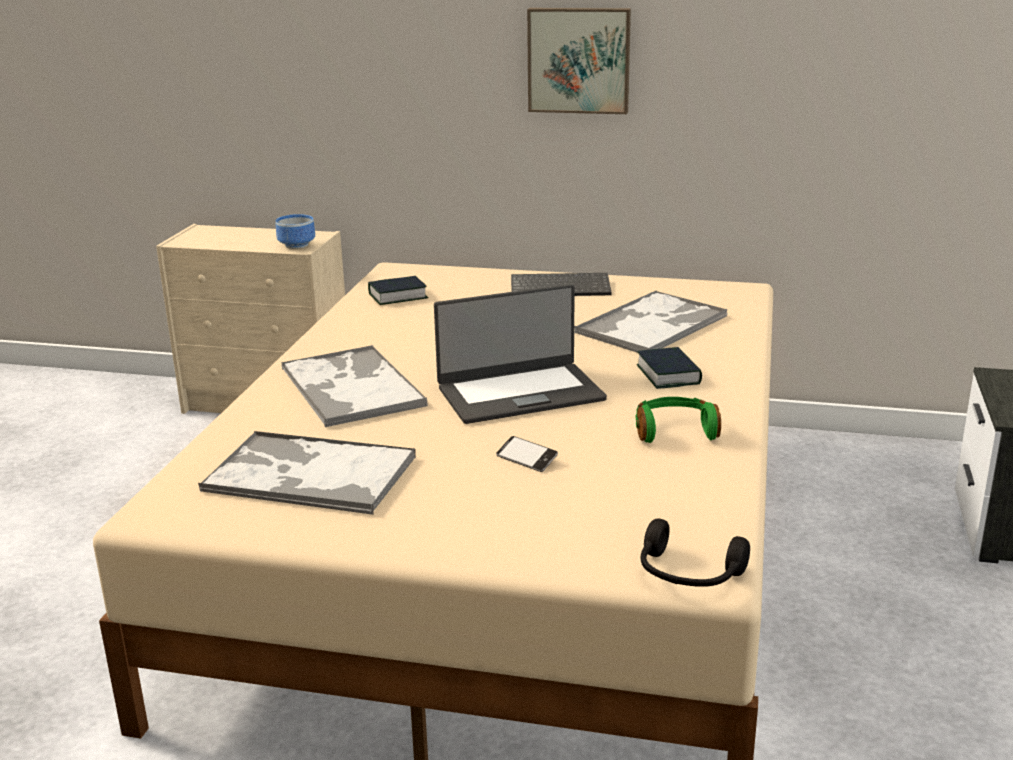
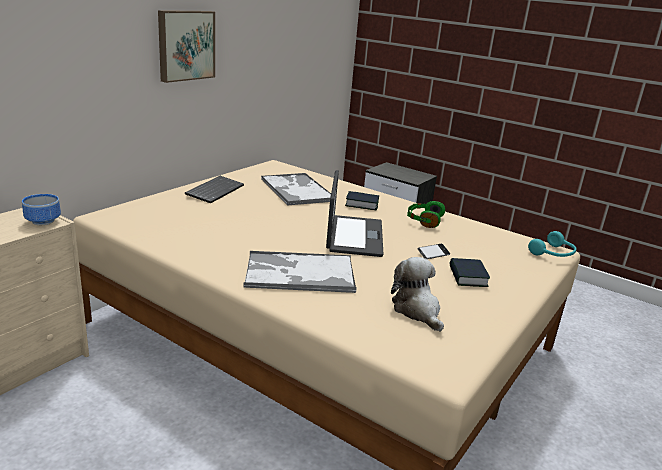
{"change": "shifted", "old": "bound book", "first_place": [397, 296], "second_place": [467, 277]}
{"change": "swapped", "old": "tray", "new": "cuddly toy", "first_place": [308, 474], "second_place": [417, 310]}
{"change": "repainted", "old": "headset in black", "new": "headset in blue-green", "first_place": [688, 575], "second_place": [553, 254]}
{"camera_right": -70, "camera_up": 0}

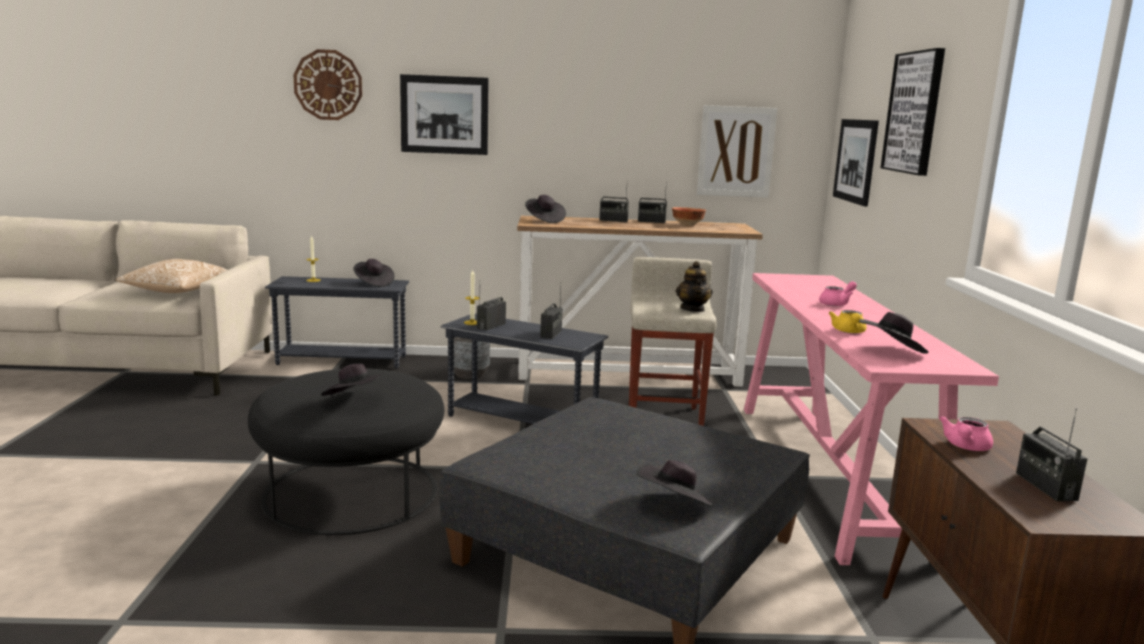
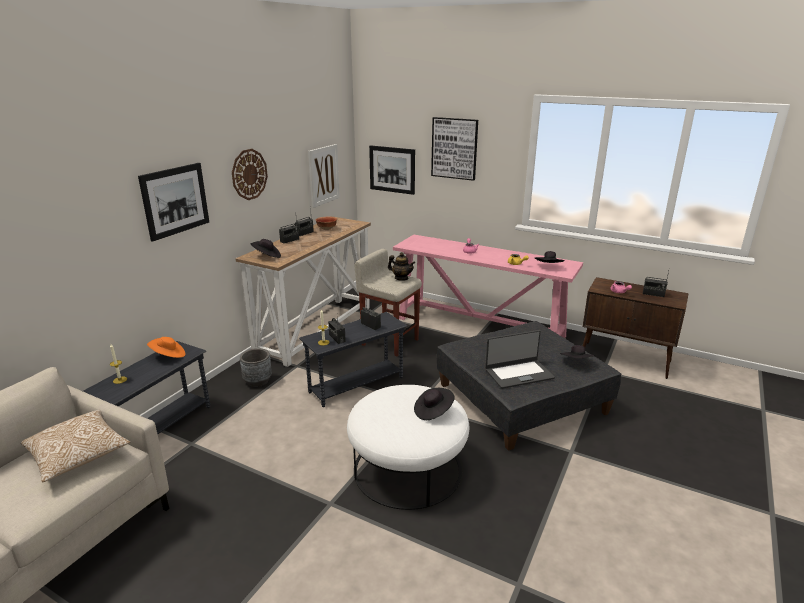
{"change": "shifted", "old": "hanging clock", "first_place": [328, 85], "second_place": [249, 174]}
{"change": "repainted", "old": "clothing hat in black", "new": "clothing hat in orange", "first_place": [373, 283], "second_place": [168, 356]}
{"change": "repainted", "old": "ottoman in black", "new": "ottoman in white", "first_place": [350, 492], "second_place": [407, 469]}
{"change": "new", "new": "notebook computer", "second_place": [518, 373]}
{"camera_right": -60, "camera_up": 10}

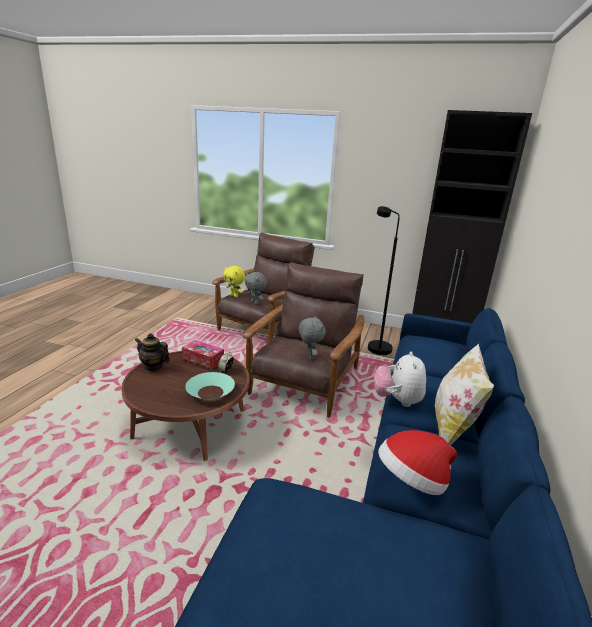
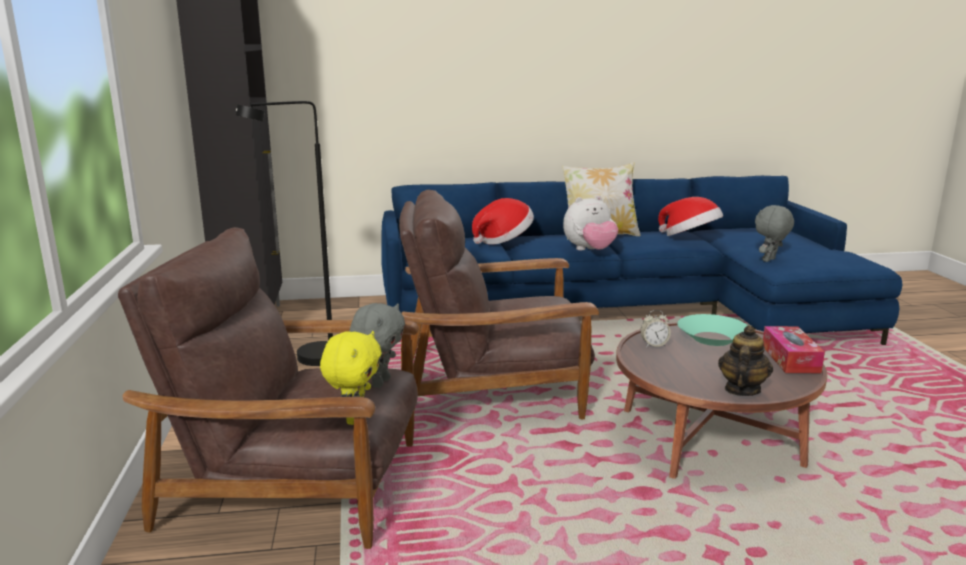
{"change": "shifted", "old": "cuddly toy in gray", "first_place": [309, 356], "second_place": [769, 260]}
{"change": "rotated", "old": "tea pot", "first_place": [153, 366], "second_place": [741, 389], "degrees": -150}
{"change": "shifted", "old": "tissue holder", "first_place": [203, 359], "second_place": [790, 359]}
{"change": "new", "new": "clothing hat", "second_place": [503, 240]}
{"camera_right": -115, "camera_up": -5}

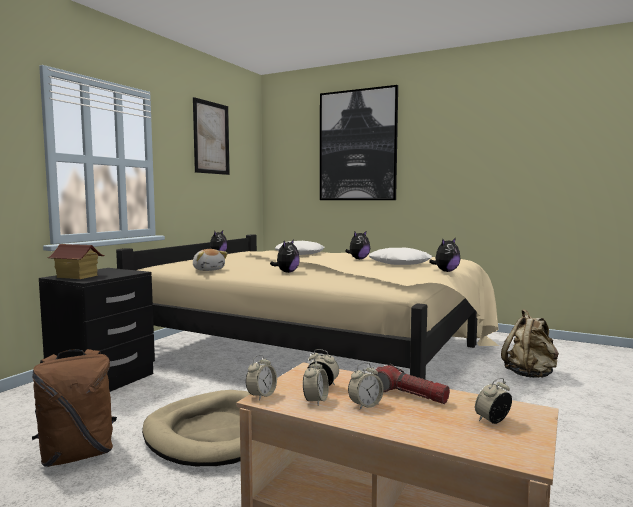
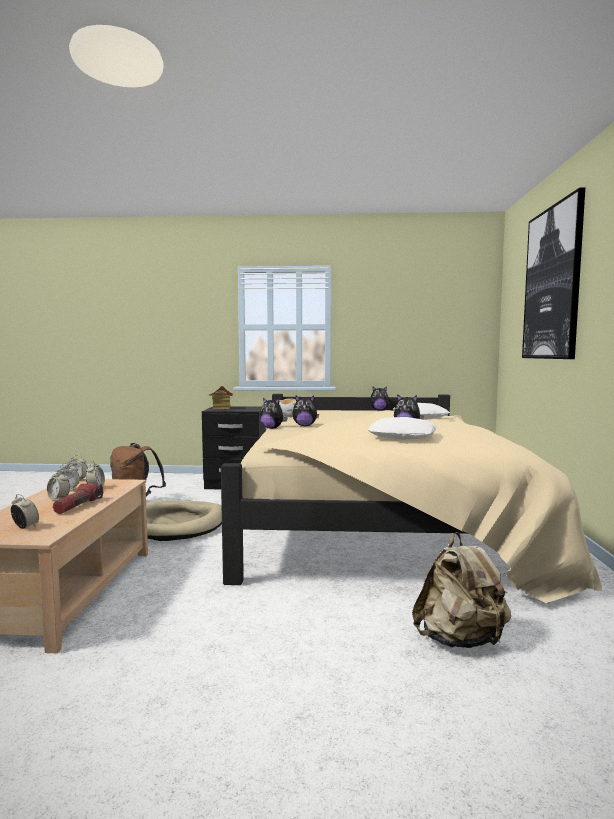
{"change": "gone", "old": "wall art", "first_place": [211, 138]}
{"change": "shifted", "old": "cuddly toy", "first_place": [446, 271], "second_place": [272, 428]}
{"camera_right": 65, "camera_up": 0}

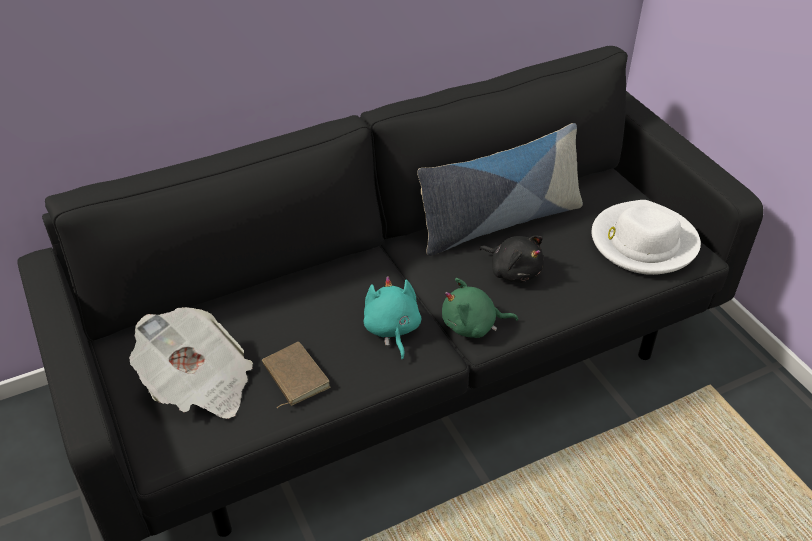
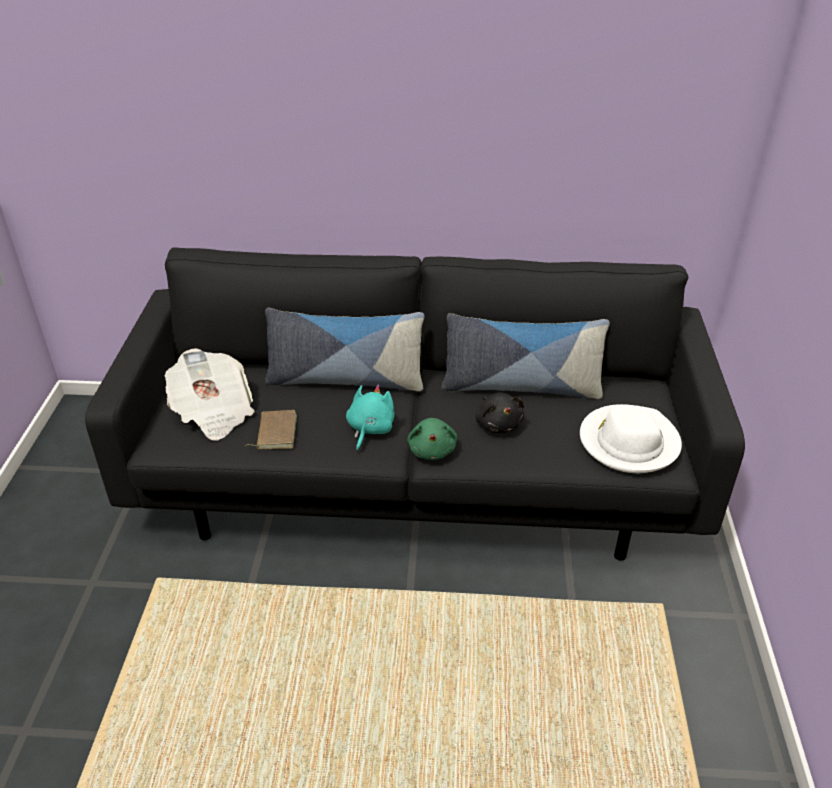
{"change": "rotated", "old": "cuddly toy in green-coloured", "first_place": [473, 325], "second_place": [432, 449], "degrees": -120}
{"change": "new", "new": "cushion", "second_place": [345, 379]}
{"camera_right": 30, "camera_up": -5}

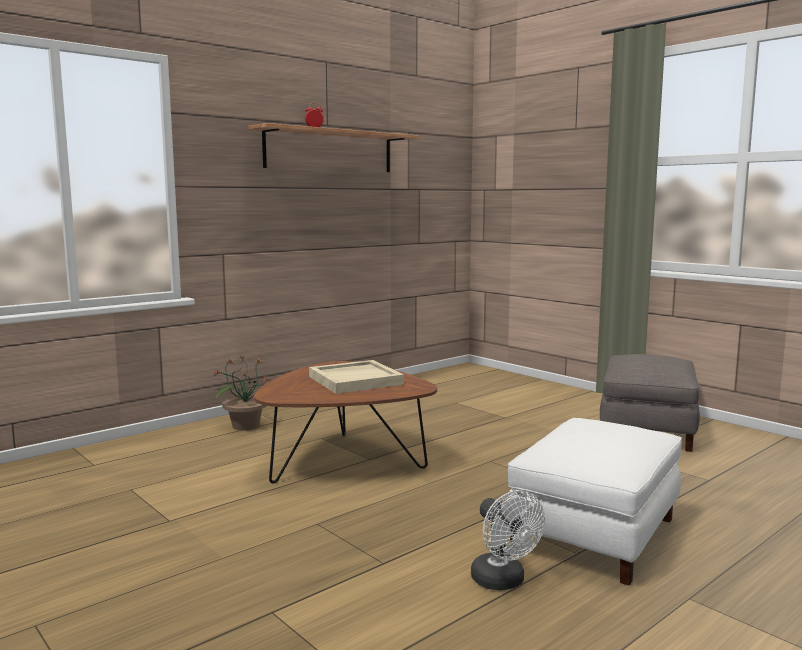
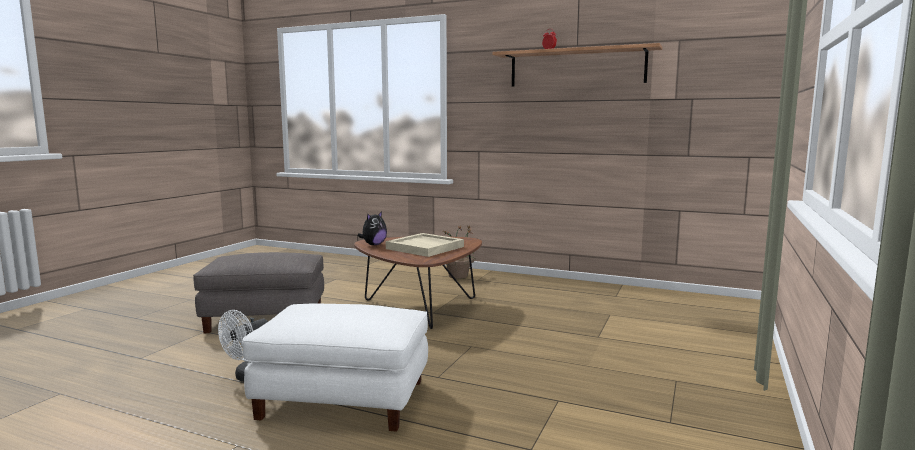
{"change": "shifted", "old": "ottoman in gray", "first_place": [646, 429], "second_place": [266, 318]}
{"change": "new", "new": "cuddly toy", "second_place": [373, 245]}
{"camera_right": 65, "camera_up": 0}

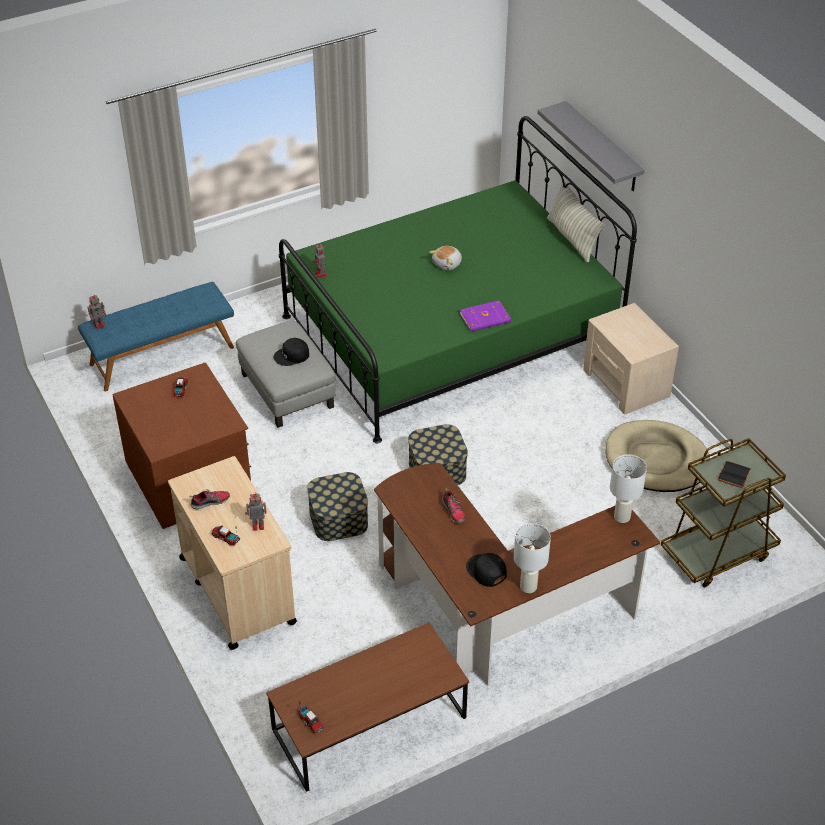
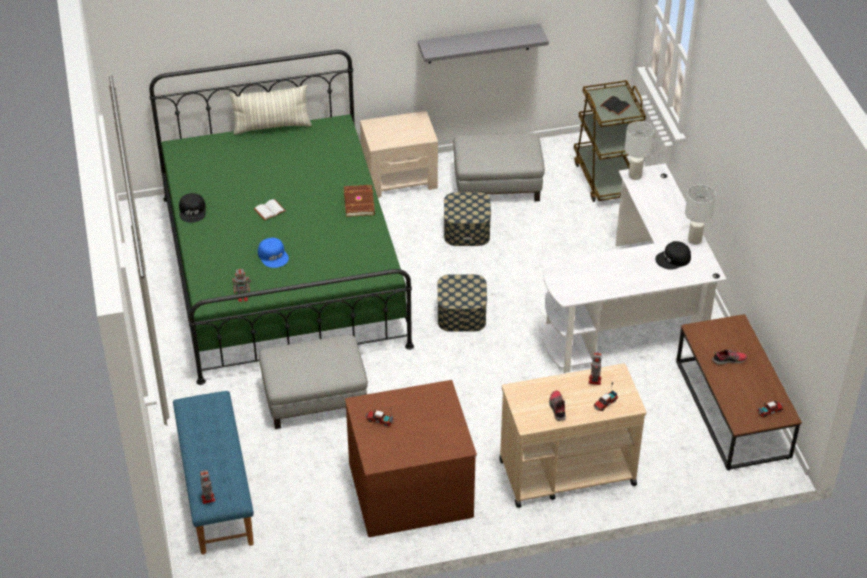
{"change": "shifted", "old": "shelf in gray", "first_place": [602, 148], "second_place": [479, 44]}
{"change": "swapped", "old": "cuddly toy", "new": "bound book in white", "first_place": [447, 264], "second_place": [269, 210]}
{"change": "repainted", "old": "bound book in purple-coloured", "new": "bound book in brownish", "first_place": [485, 318], "second_place": [360, 202]}
{"change": "shifted", "old": "cap in black", "first_place": [292, 356], "second_place": [193, 211]}
{"change": "swapped", "old": "pet bed in beige-coloured", "new": "ottoman in gray", "first_place": [656, 460], "second_place": [497, 184]}
{"change": "repainted", "old": "desk unit in brownish", "new": "desk unit in white", "first_place": [494, 612], "second_place": [634, 313]}
{"change": "shifted", "old": "storage container", "first_place": [338, 518], "second_place": [466, 230]}
{"change": "shifted", "old": "low shoe", "first_place": [453, 511], "second_place": [729, 360]}
{"change": "new", "new": "cap in blue-coloured", "second_place": [273, 255]}
{"camera_right": -75, "camera_up": 0}

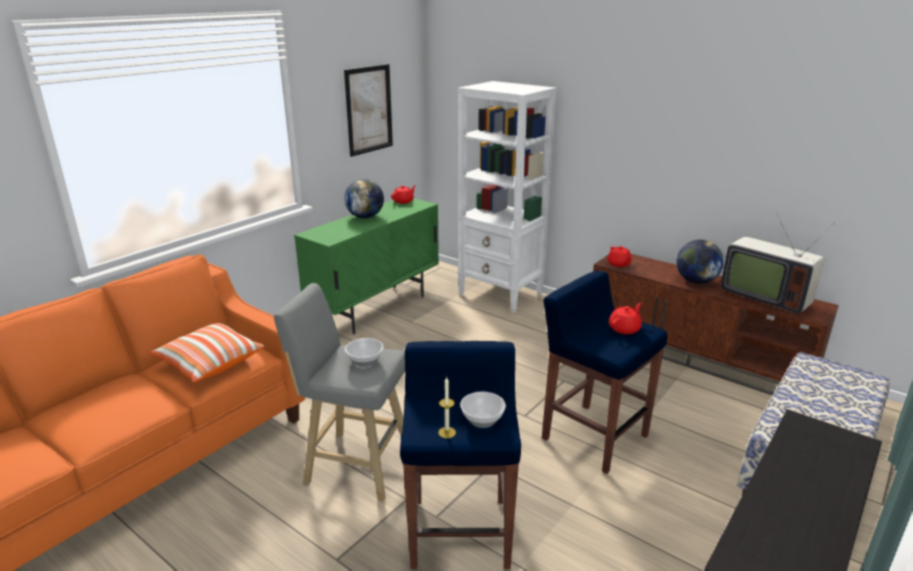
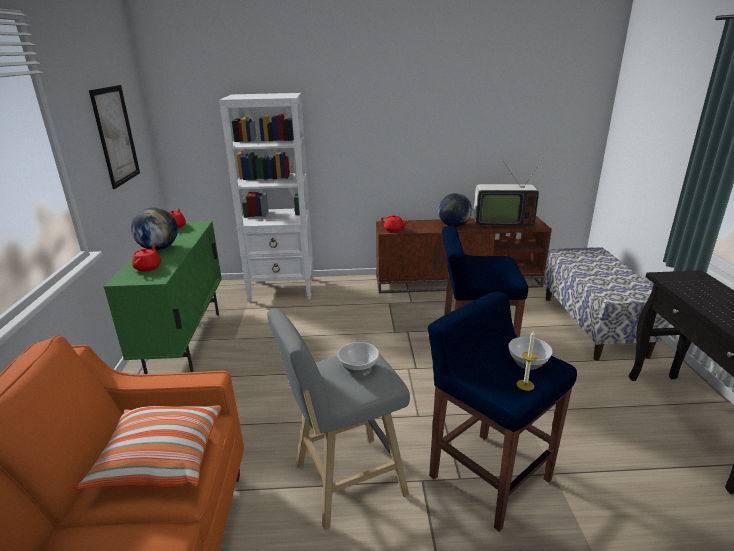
{"change": "shifted", "old": "tea pot in red-coloured", "first_place": [625, 328], "second_place": [148, 267]}
{"camera_right": -40, "camera_up": 0}

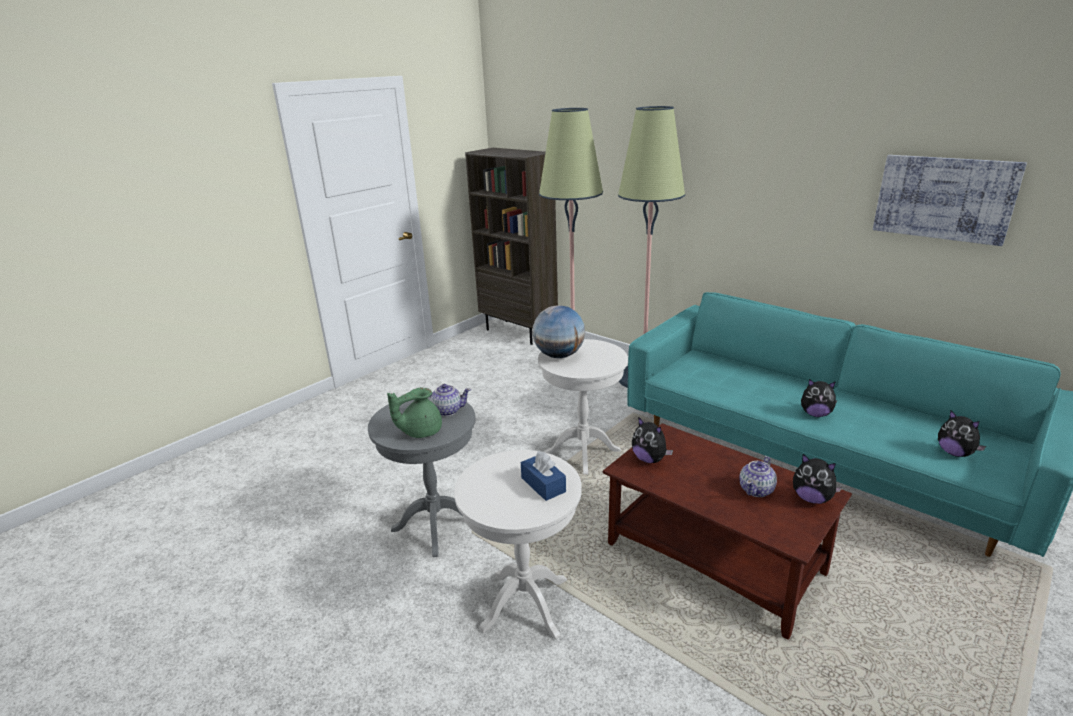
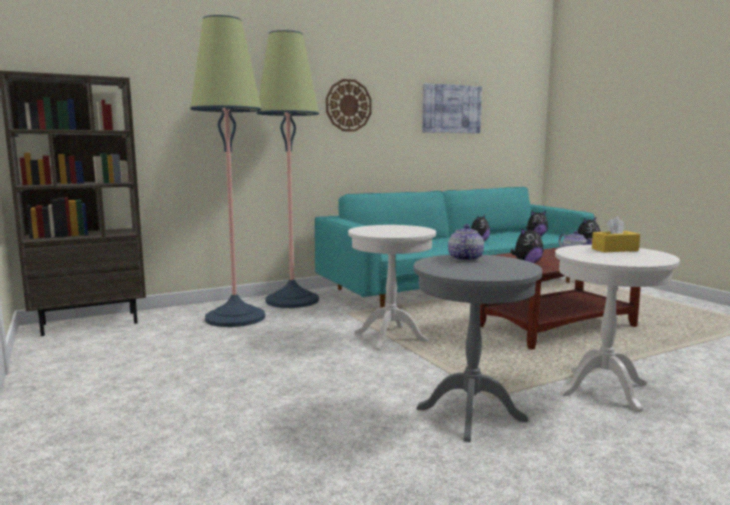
{"change": "gone", "old": "globe", "first_place": [559, 355]}
{"change": "gone", "old": "tea pot in green-coloured", "first_place": [420, 431]}
{"change": "repainted", "old": "tissue holder in blue-coloured", "new": "tissue holder in yellow", "first_place": [543, 485], "second_place": [614, 249]}
{"change": "new", "new": "hanging clock", "second_place": [348, 105]}
{"camera_right": -70, "camera_up": -15}

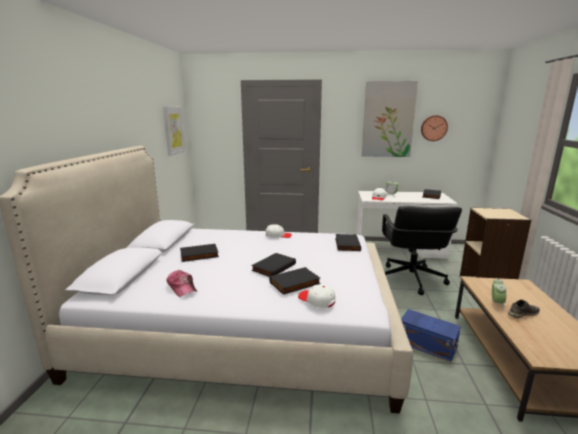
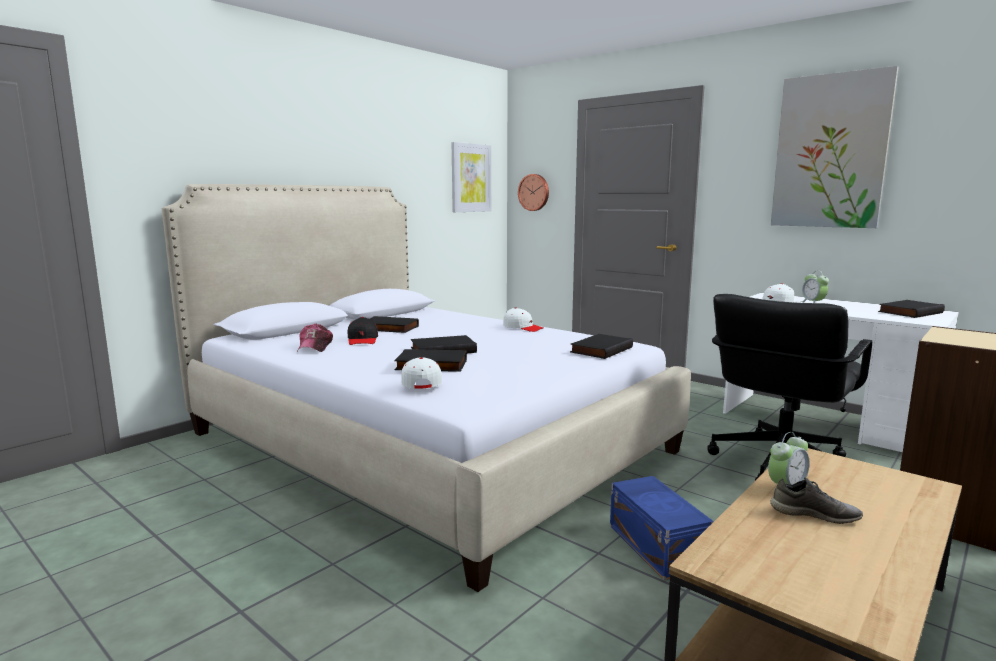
{"change": "shifted", "old": "hanging clock", "first_place": [433, 128], "second_place": [534, 192]}
{"change": "new", "new": "cap in black", "second_place": [363, 340]}
{"camera_right": 35, "camera_up": -5}

